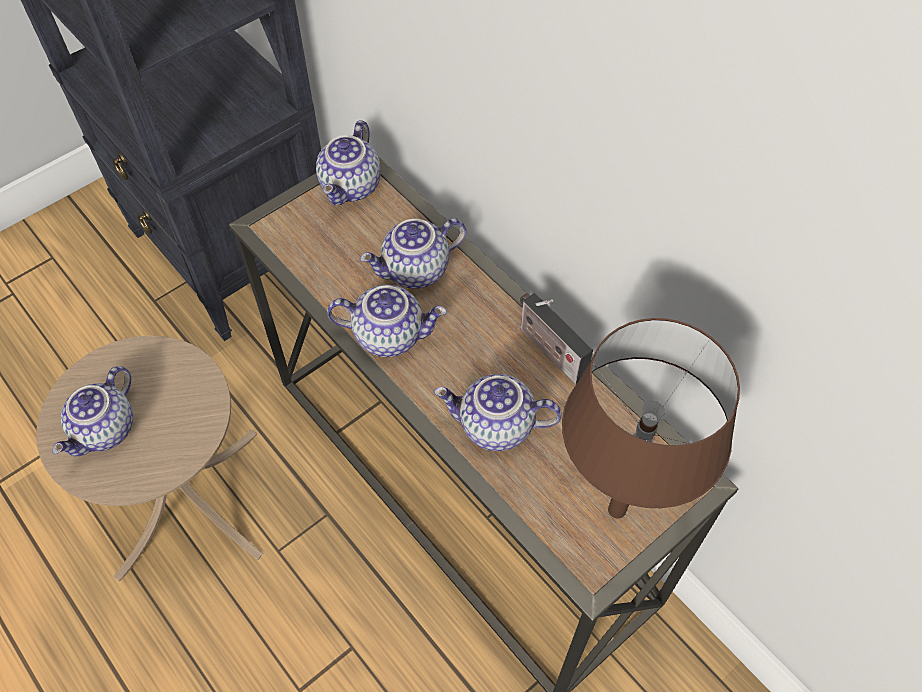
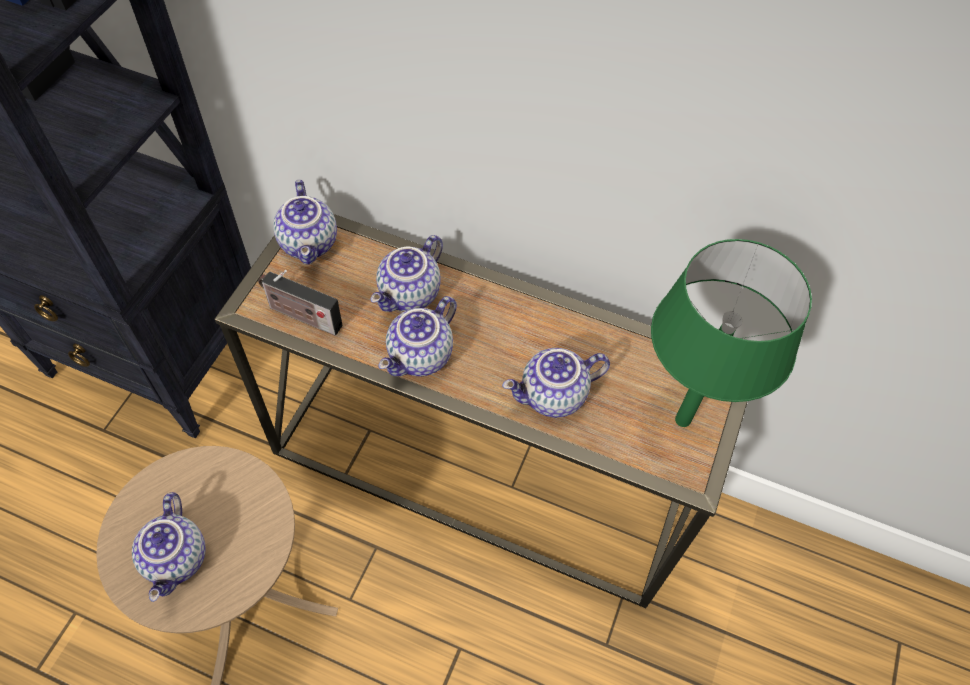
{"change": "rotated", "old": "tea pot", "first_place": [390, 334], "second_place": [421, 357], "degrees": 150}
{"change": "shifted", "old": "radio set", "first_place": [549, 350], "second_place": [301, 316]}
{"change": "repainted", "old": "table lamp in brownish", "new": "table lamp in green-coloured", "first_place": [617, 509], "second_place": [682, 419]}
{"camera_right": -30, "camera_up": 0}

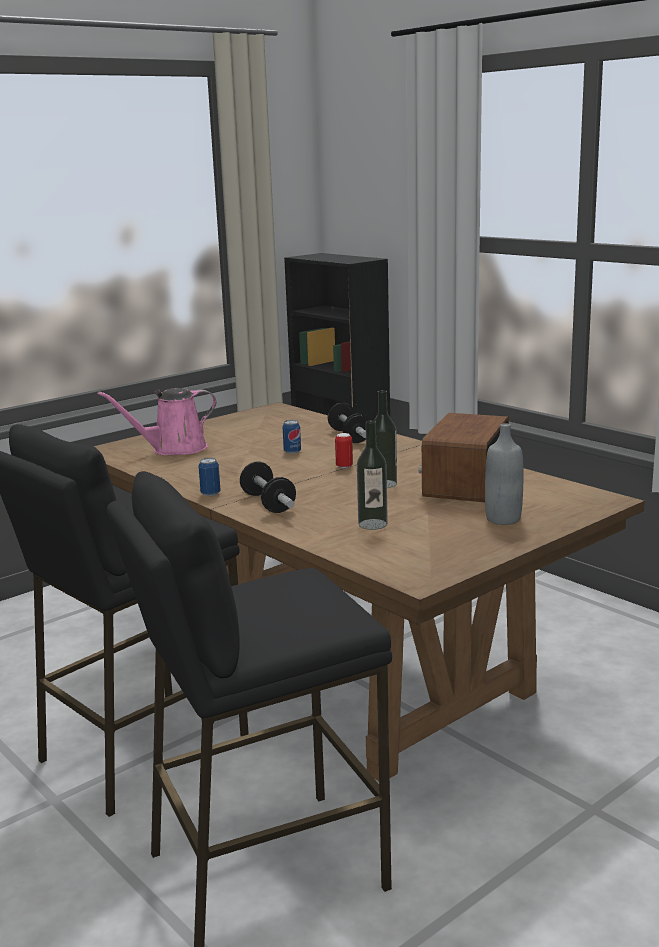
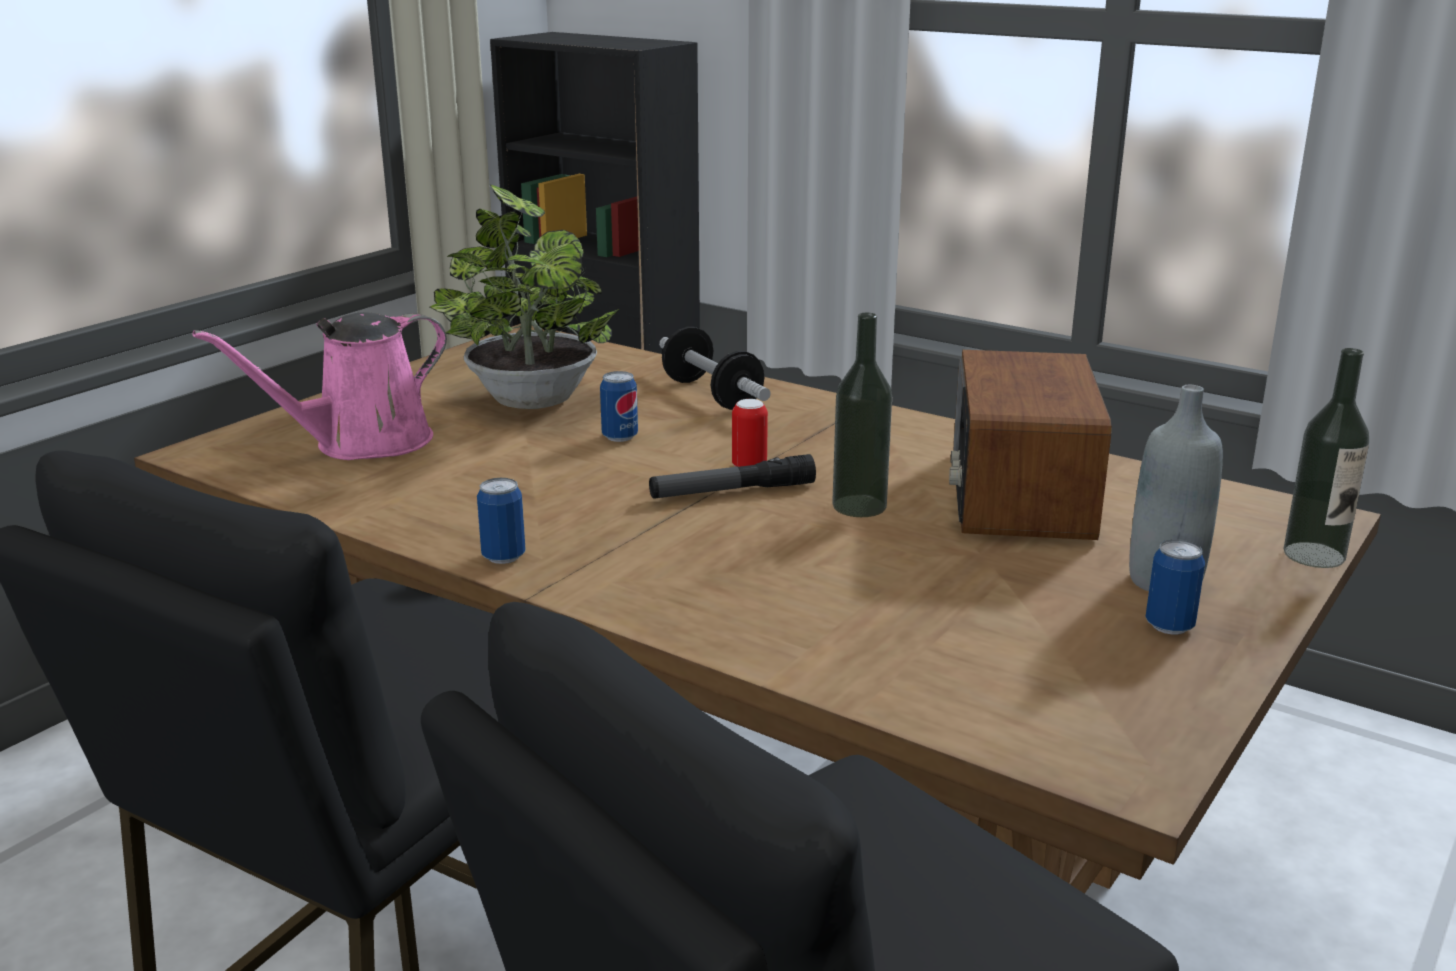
{"change": "shifted", "old": "beverage bottle", "first_place": [372, 524], "second_place": [1314, 555]}
{"change": "gone", "old": "dumbbell", "first_place": [268, 503]}
{"change": "new", "new": "potted plant", "second_place": [530, 397]}
{"change": "new", "new": "flashlight", "second_place": [732, 491]}
{"change": "new", "new": "can", "second_place": [1169, 626]}
{"camera_right": -15, "camera_up": 5}

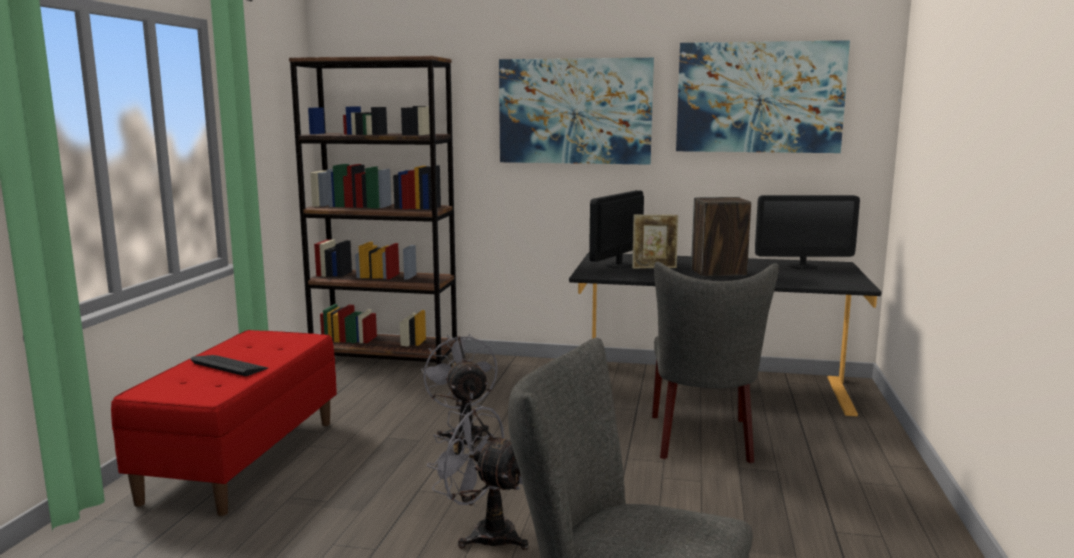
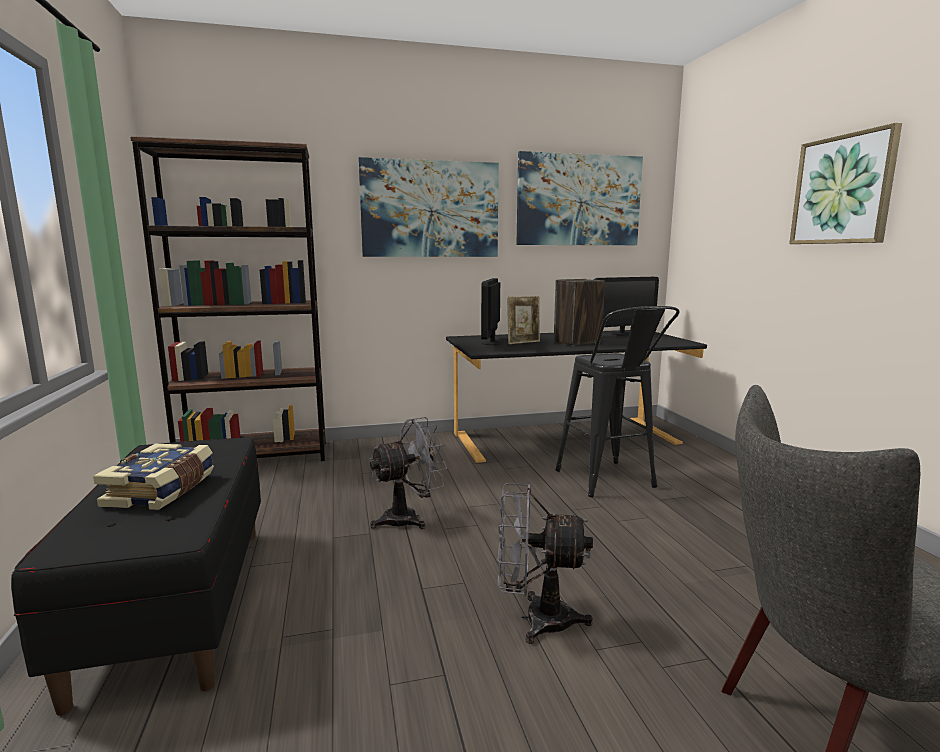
{"change": "swapped", "old": "plain chair in gray", "new": "stool seat in black", "first_place": [703, 441], "second_place": [609, 483]}
{"change": "repainted", "old": "indoor bench in red-coloured", "new": "indoor bench in black", "first_place": [242, 459], "second_place": [178, 603]}
{"change": "rotated", "old": "cooling fan in gray", "first_place": [464, 435], "second_place": [409, 518], "degrees": 105}
{"change": "swapped", "old": "keyboard", "new": "bound book", "first_place": [229, 366], "second_place": [162, 491]}
{"change": "new", "new": "wall art", "second_place": [843, 190]}
{"camera_right": -25, "camera_up": 0}

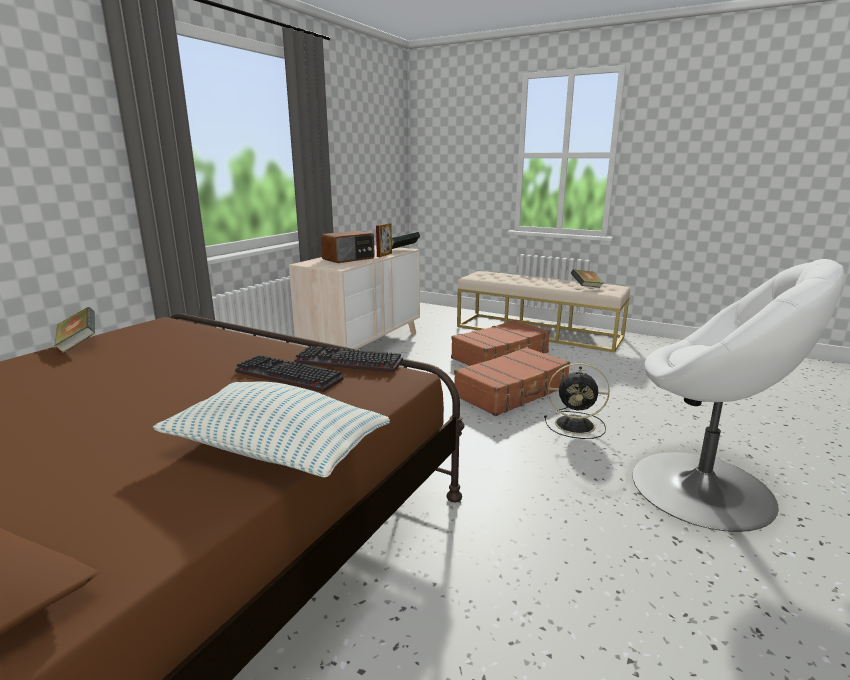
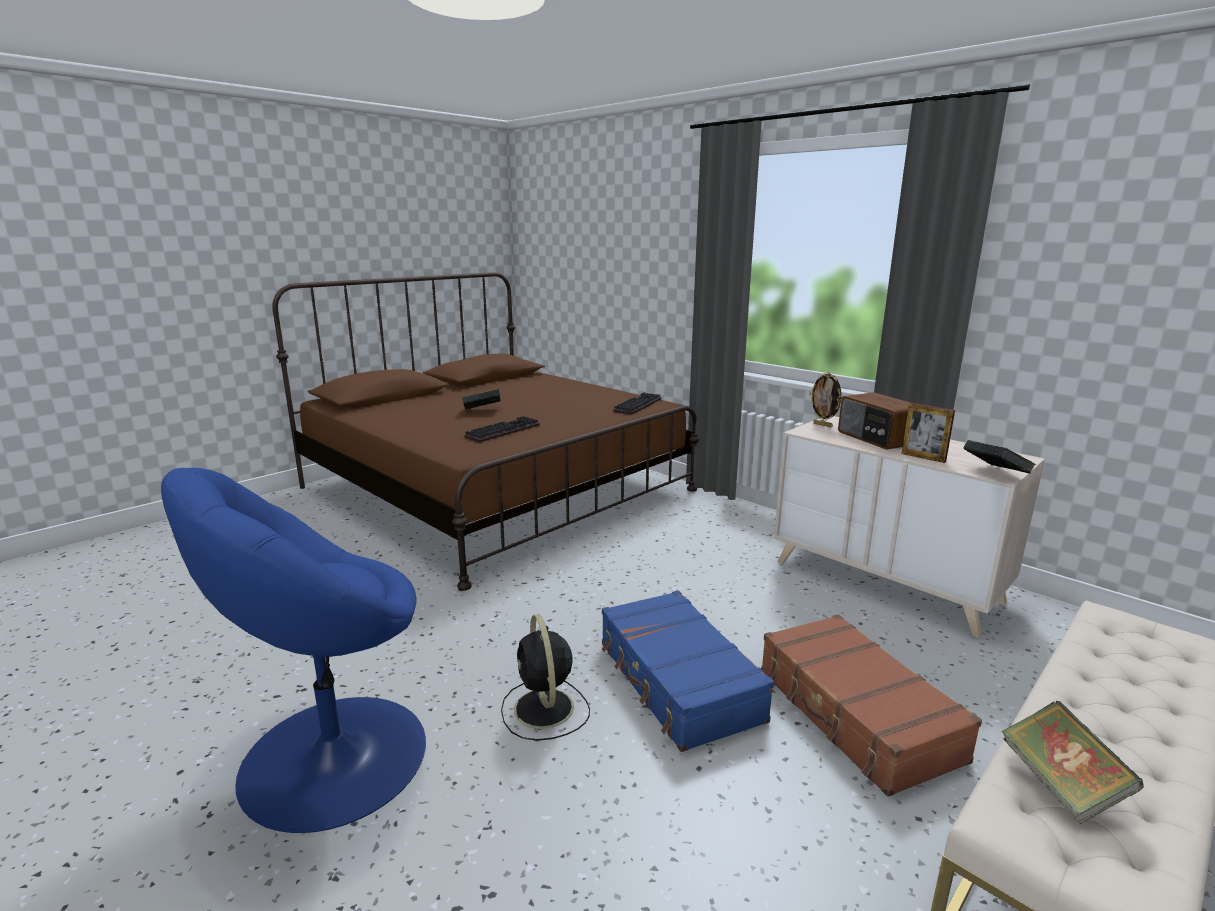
{"change": "repainted", "old": "easy chair in white", "new": "easy chair in blue-coloured", "first_place": [704, 489], "second_place": [330, 758]}
{"change": "shifted", "old": "bound book", "first_place": [79, 344], "second_place": [482, 411]}
{"change": "shifted", "old": "keyboard", "first_place": [346, 363], "second_place": [637, 405]}
{"change": "repainted", "old": "piece of luggage in brownish", "new": "piece of luggage in blue-coloured", "first_place": [512, 392], "second_place": [677, 682]}
{"change": "rotated", "old": "cooling fan in black", "first_place": [576, 425], "second_place": [544, 710], "degrees": -45}
{"change": "gone", "old": "cushion", "first_place": [275, 450]}
{"change": "new", "new": "picture frame", "second_place": [823, 425]}
{"camera_right": 105, "camera_up": 0}

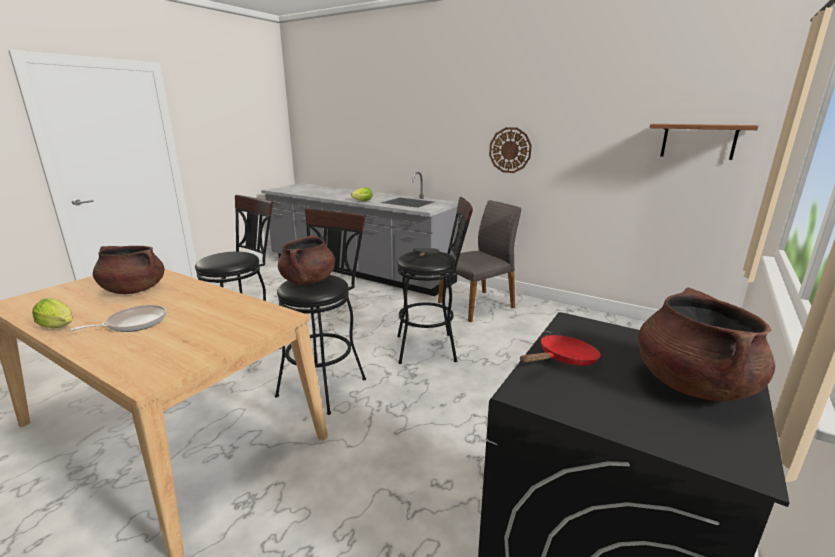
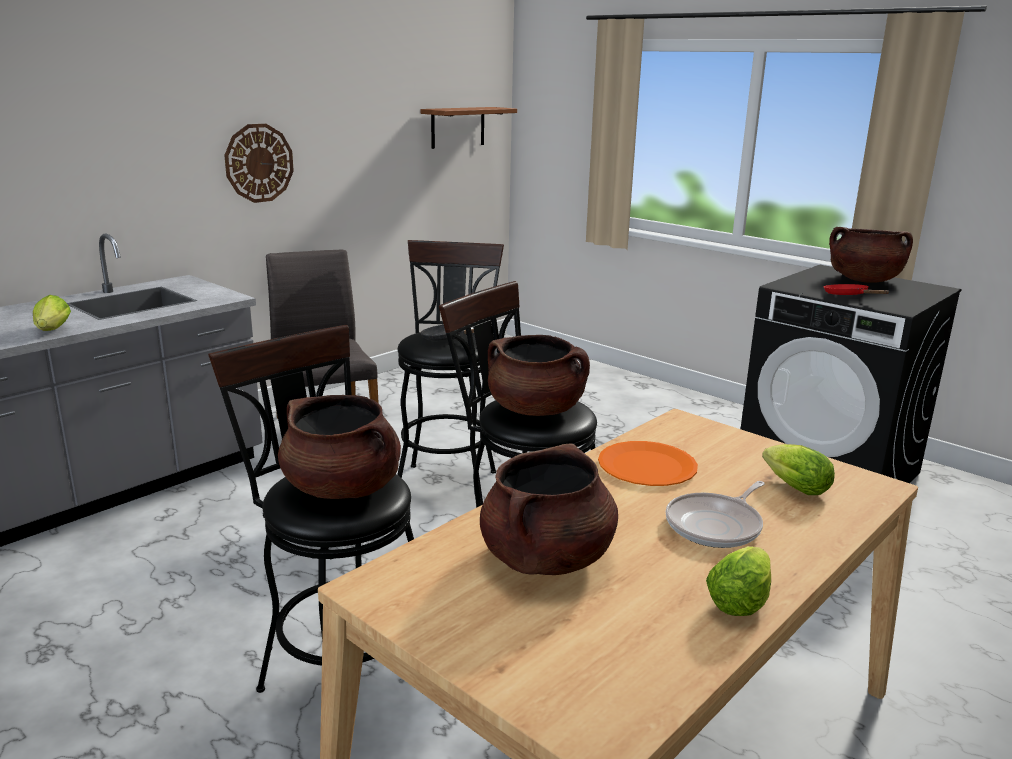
{"change": "rotated", "old": "frying pan", "first_place": [134, 323], "second_place": [716, 526], "degrees": -105}
{"change": "new", "new": "stockpot in brownish", "second_place": [343, 488]}
{"change": "new", "new": "plate in orange", "second_place": [646, 466]}
{"change": "new", "new": "head of lettuce", "second_place": [792, 486]}
{"camera_right": -80, "camera_up": 0}

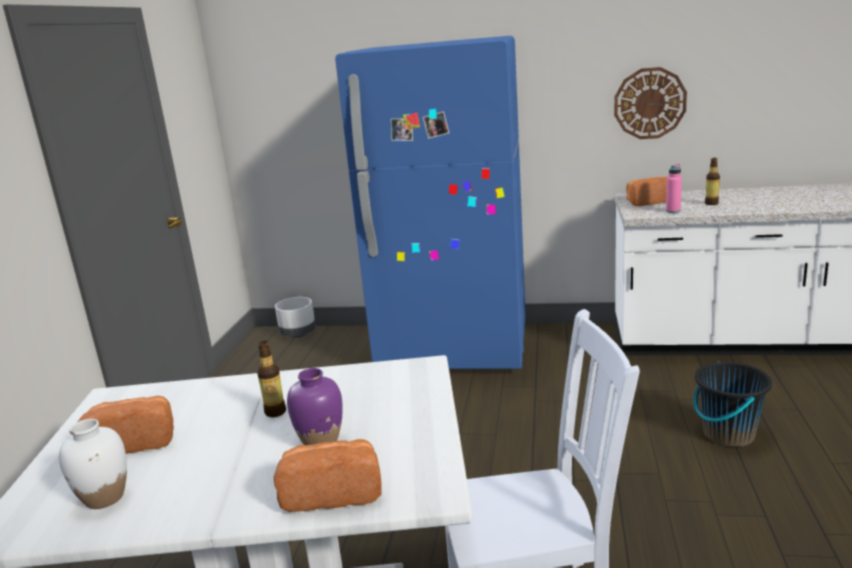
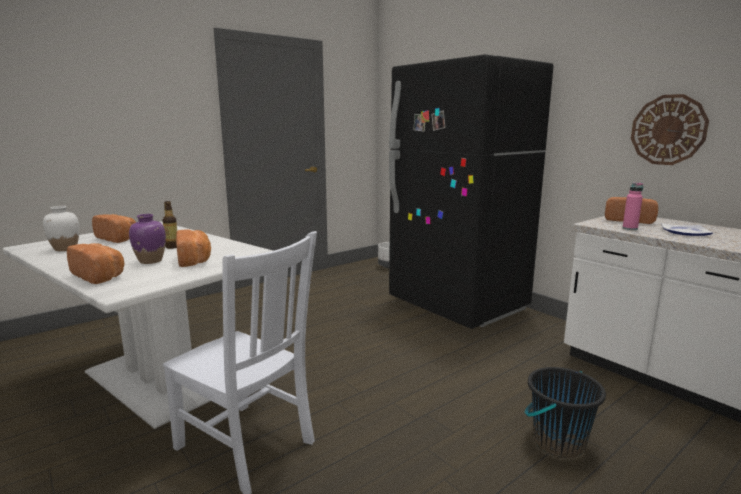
{"change": "repainted", "old": "fridge in blue-coloured", "new": "fridge in black", "first_place": [454, 349], "second_place": [457, 305]}
{"change": "swapped", "old": "beverage bottle", "new": "plate", "first_place": [711, 203], "second_place": [684, 232]}
{"change": "new", "new": "bakery bread", "second_place": [195, 260]}
{"camera_right": 40, "camera_up": -5}

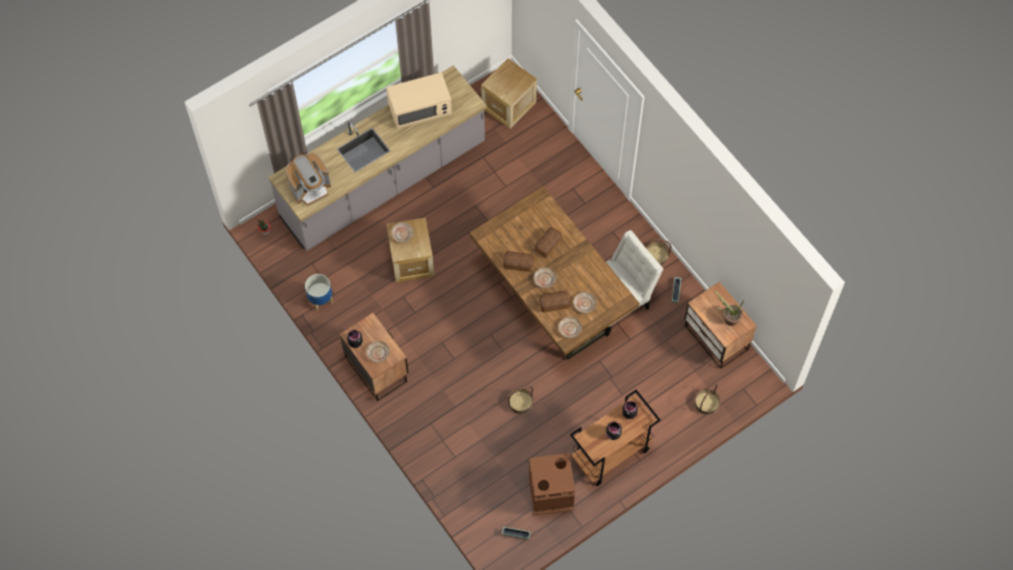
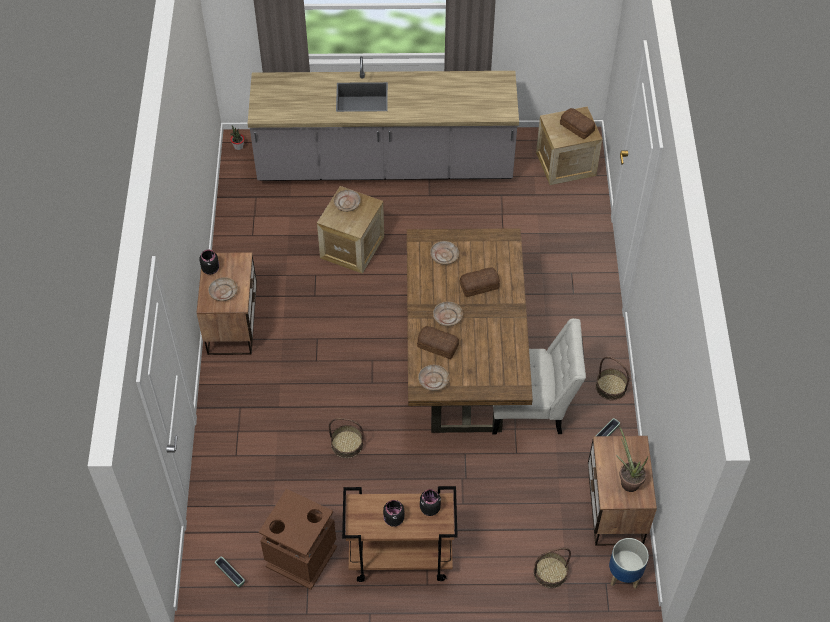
{"change": "gone", "old": "microwave oven in beige-coloured", "first_place": [420, 109]}
{"change": "gone", "old": "coffee maker", "first_place": [310, 189]}
{"change": "shifted", "old": "bakery bread", "first_place": [519, 264], "second_place": [577, 128]}
{"change": "shifted", "old": "planter", "first_place": [320, 299], "second_place": [624, 574]}
{"change": "shifted", "old": "plate in beige-coloured", "first_place": [584, 304], "second_place": [444, 255]}
{"camera_right": 35, "camera_up": -10}

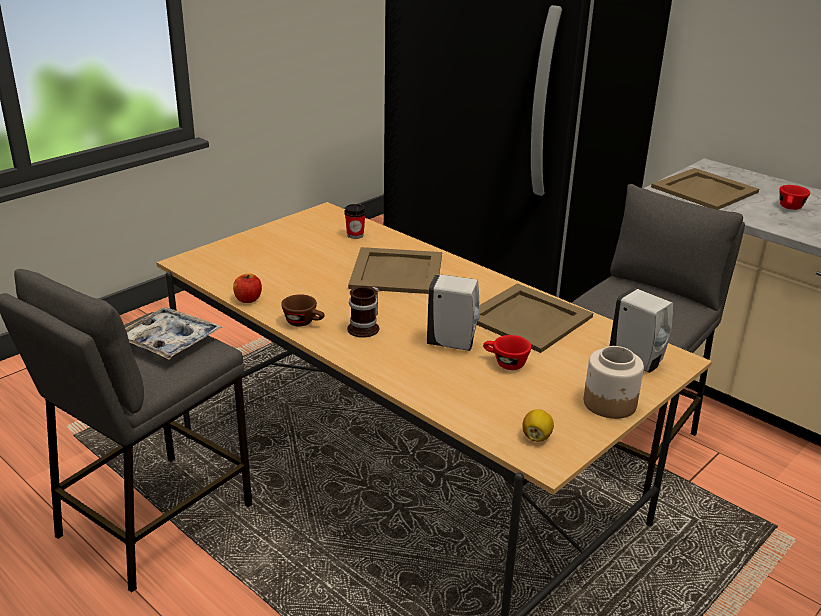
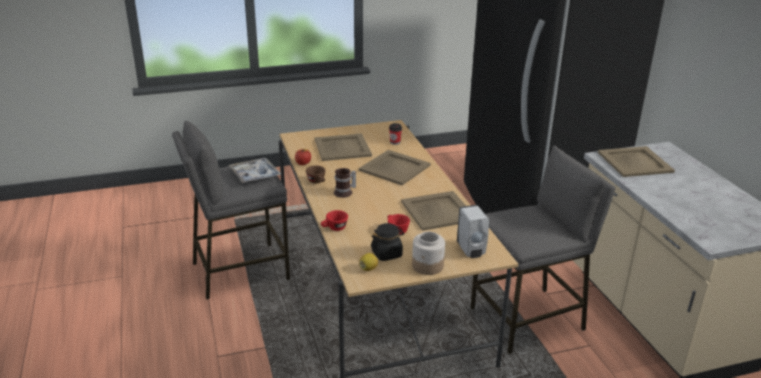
{"change": "shifted", "old": "small cup in red-coloured", "first_place": [790, 208], "second_place": [334, 228]}
{"change": "gone", "old": "soap dispenser in white", "first_place": [453, 344]}
{"change": "new", "new": "tray in beige-coloured", "second_place": [342, 148]}
{"change": "new", "new": "preserve jar in black", "second_place": [387, 254]}
{"camera_right": 30, "camera_up": 0}

